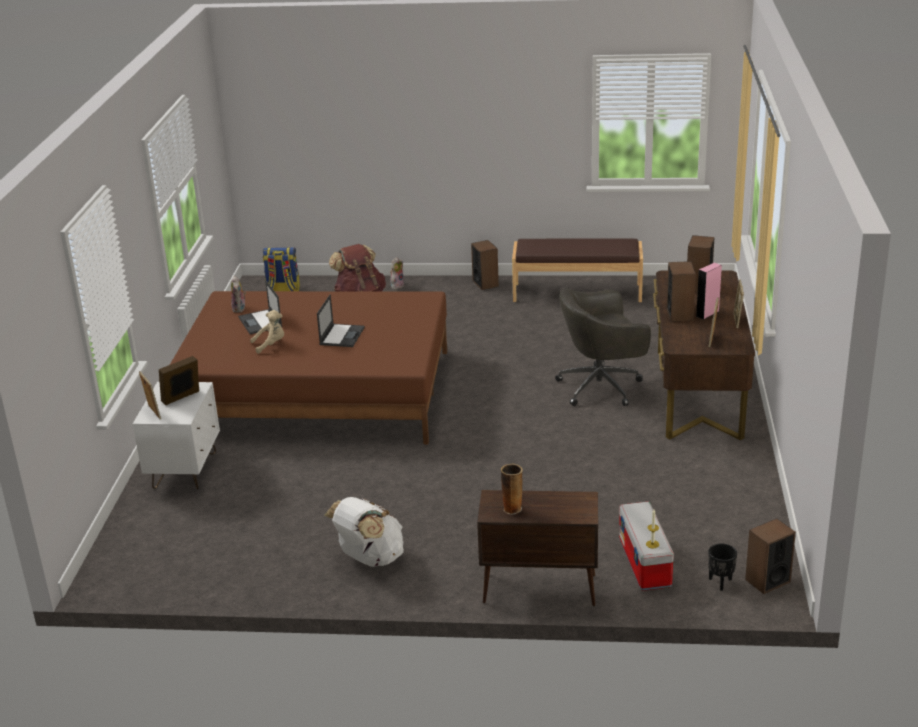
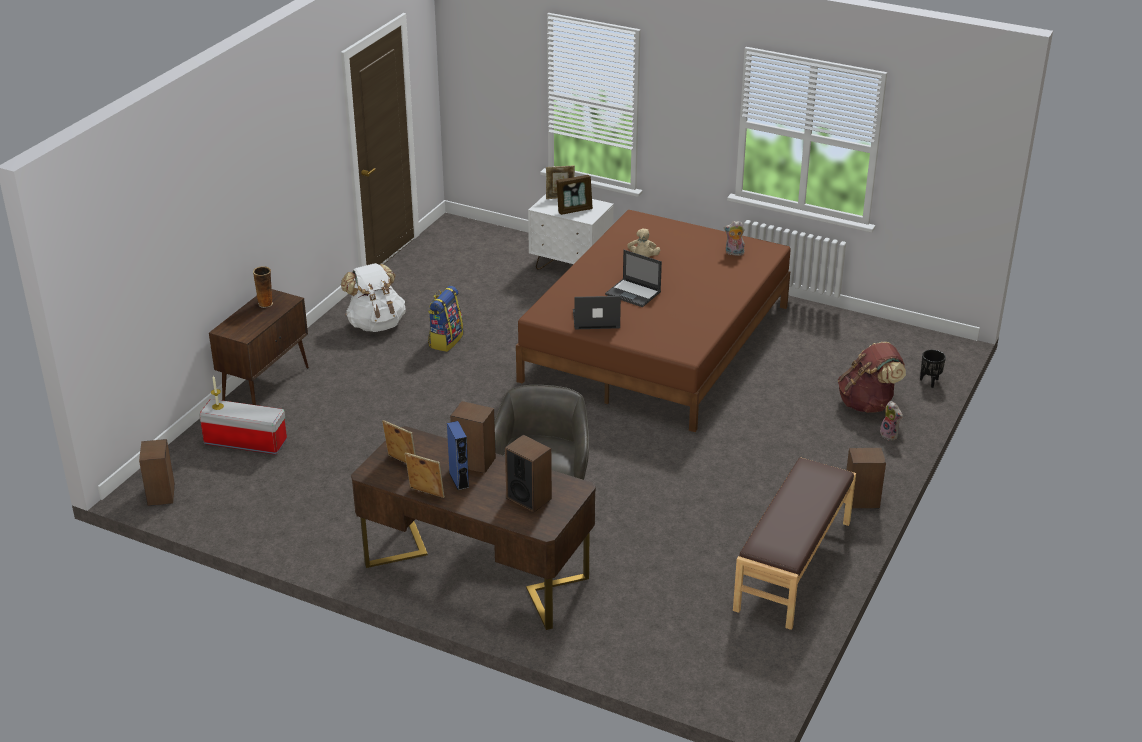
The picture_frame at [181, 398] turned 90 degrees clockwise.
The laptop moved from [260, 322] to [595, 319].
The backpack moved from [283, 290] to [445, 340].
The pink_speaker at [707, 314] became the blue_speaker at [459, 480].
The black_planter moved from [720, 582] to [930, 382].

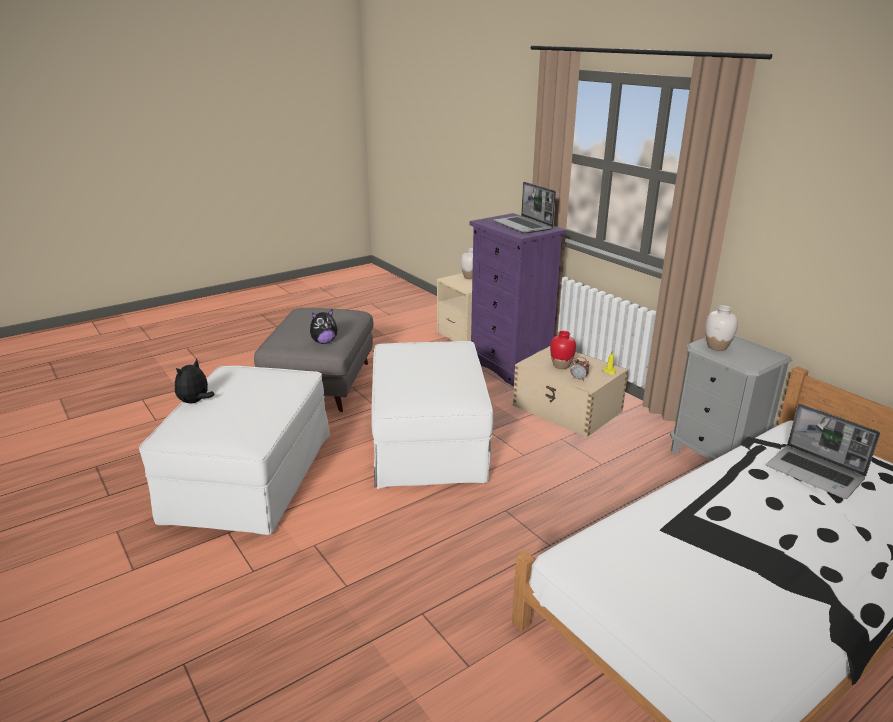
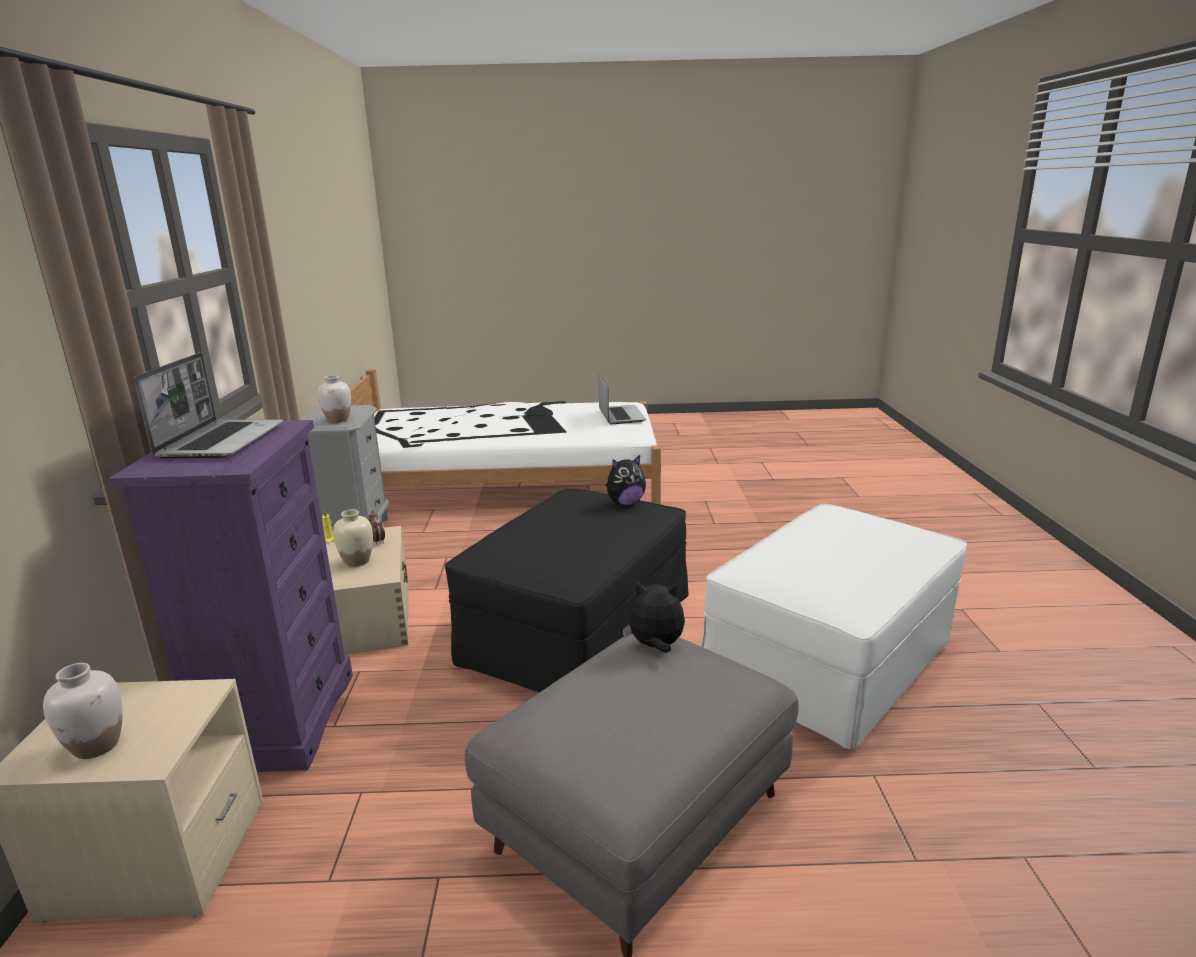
The plush_toy moved from [195, 402] to [625, 503].
The white_ottoman at [429, 443] became the black_ottoman at [576, 632].
The red_vase at [561, 365] became the beige_vase at [357, 561].
The laptop moved from [816, 473] to [620, 416].

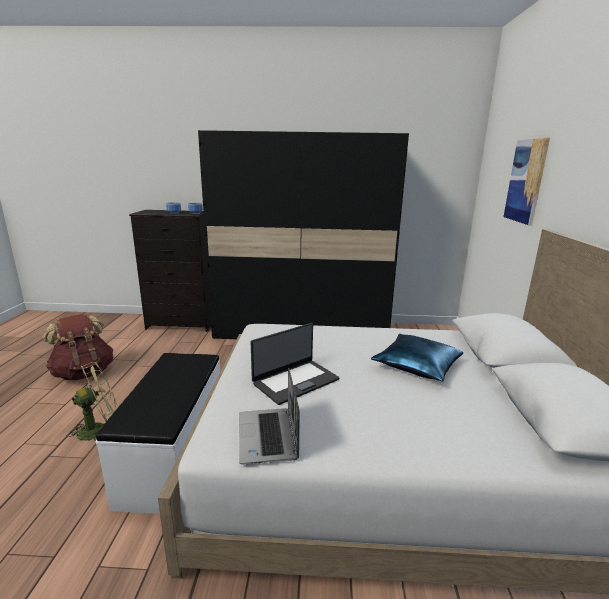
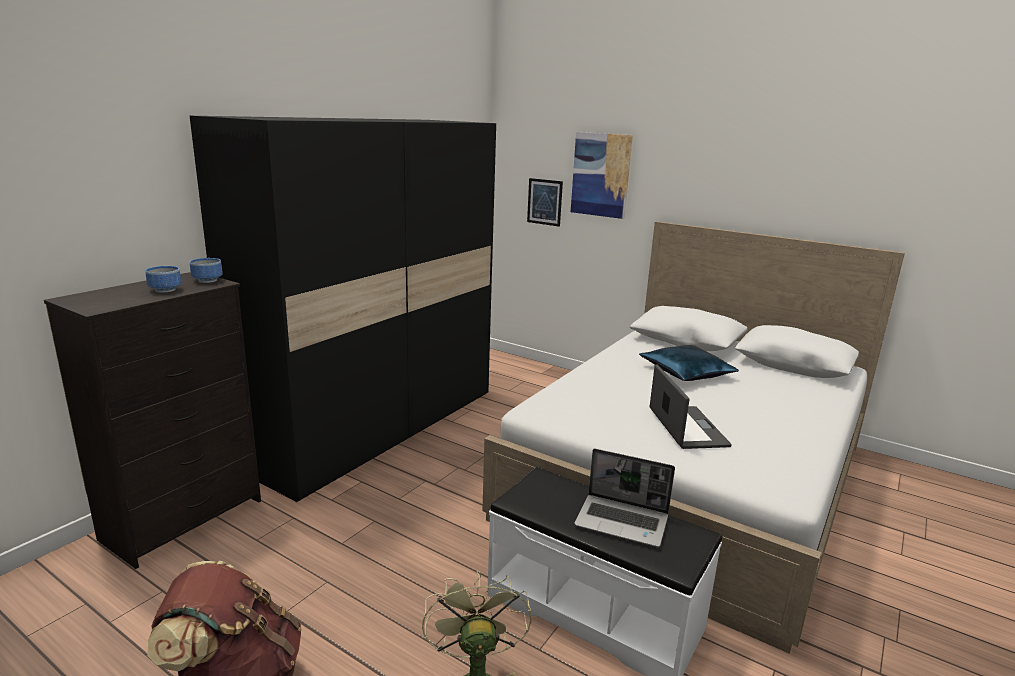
The laptop moved from [268, 437] to [623, 521].
The picture at [544, 202] appeared.

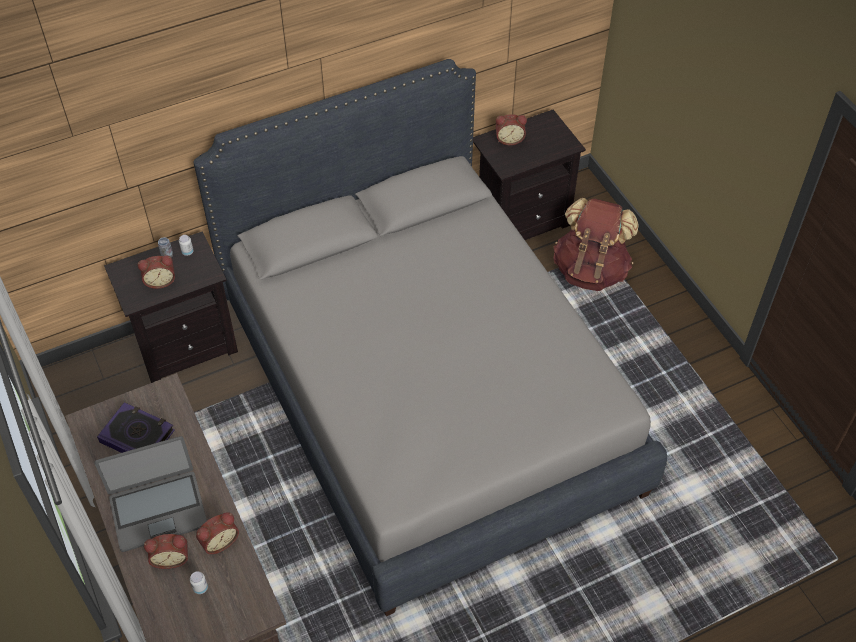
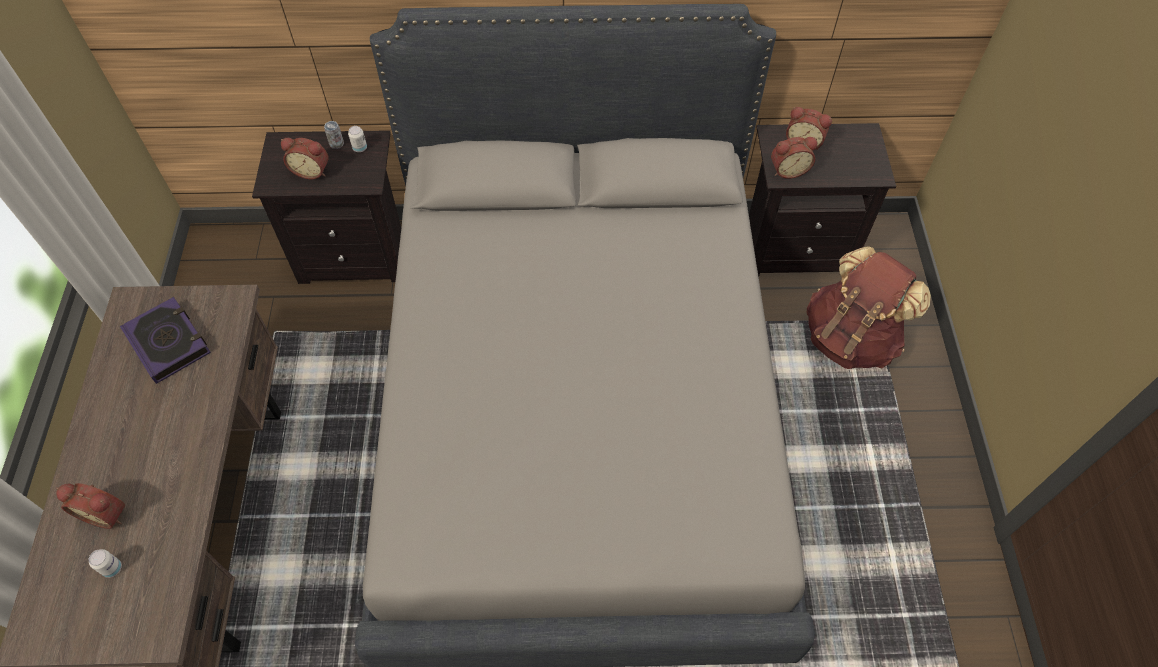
The laptop at [158, 510] disappeared.
The alarm_clock moved from [219, 541] to [788, 169].

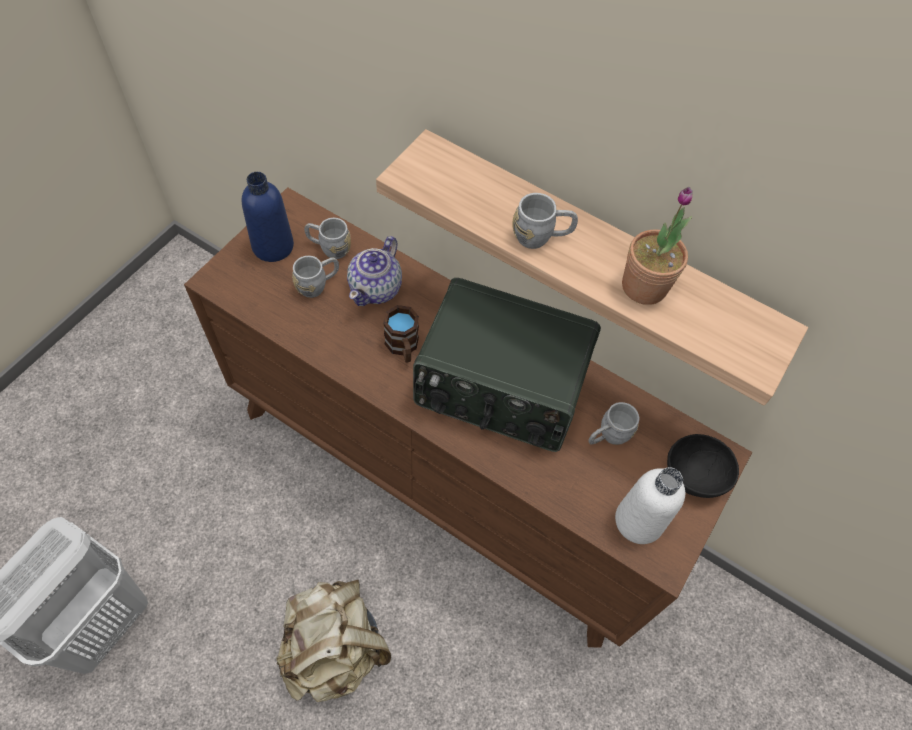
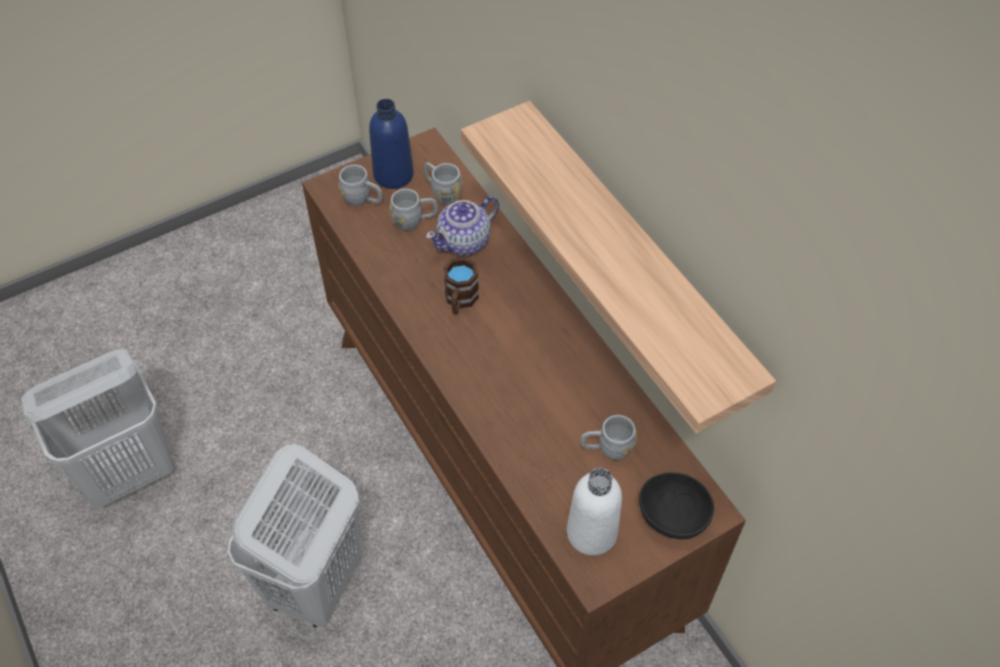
The beige_backpack at [335, 648] was replaced by the white_laundry_basket at [315, 584].
The radio at [500, 388] disappeared.
The grey_mug moved from [541, 237] to [363, 200].
The potted_plant at [644, 286] disappeared.

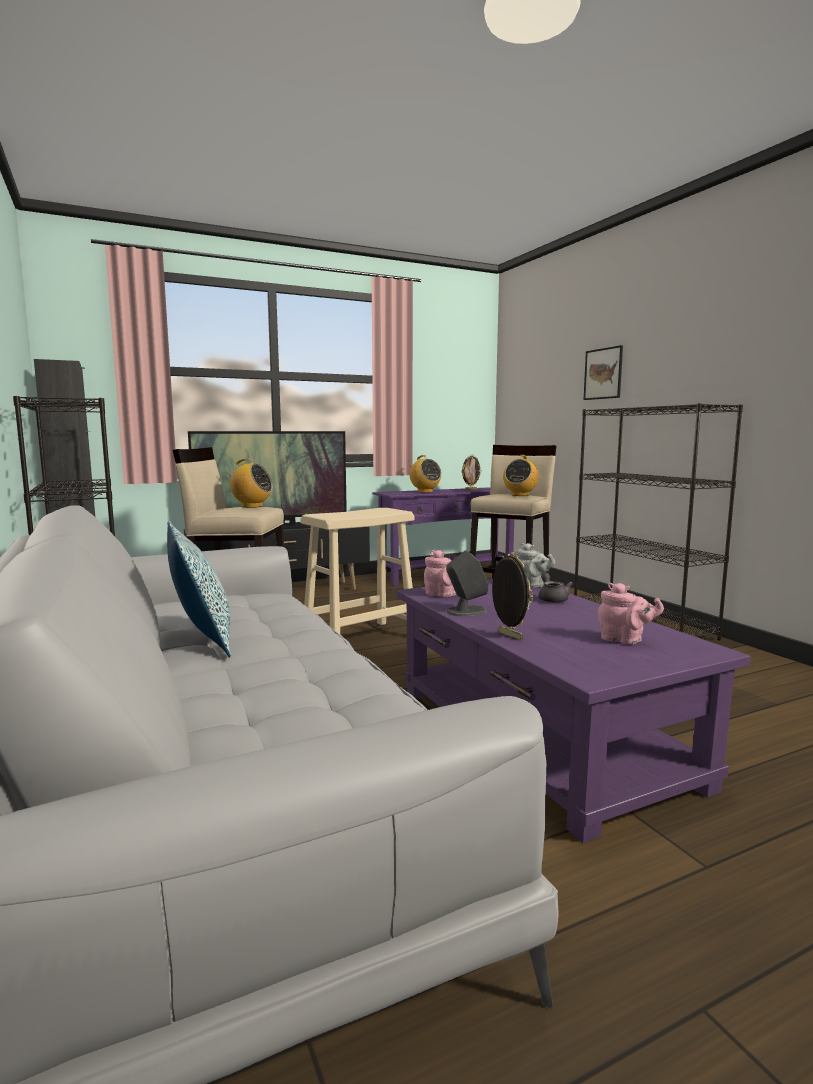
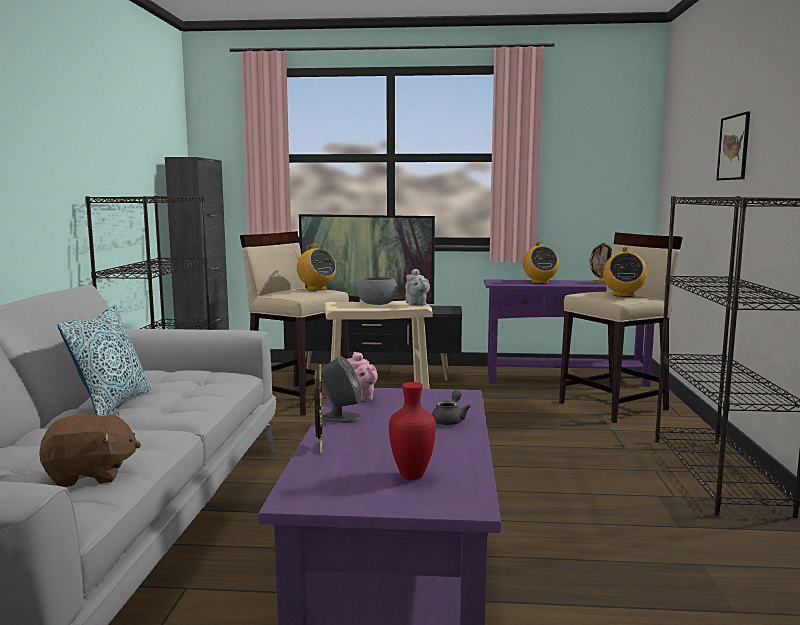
The radio at [520, 495] turned 45 degrees counterclockwise.
The grey_teapot moved from [531, 585] to [416, 304].
The pink_teapot at [624, 640] was replaced by the red_vase at [411, 475].
The brown_plush_toy at [90, 475] appeared.
The grey_bowl at [377, 304] appeared.

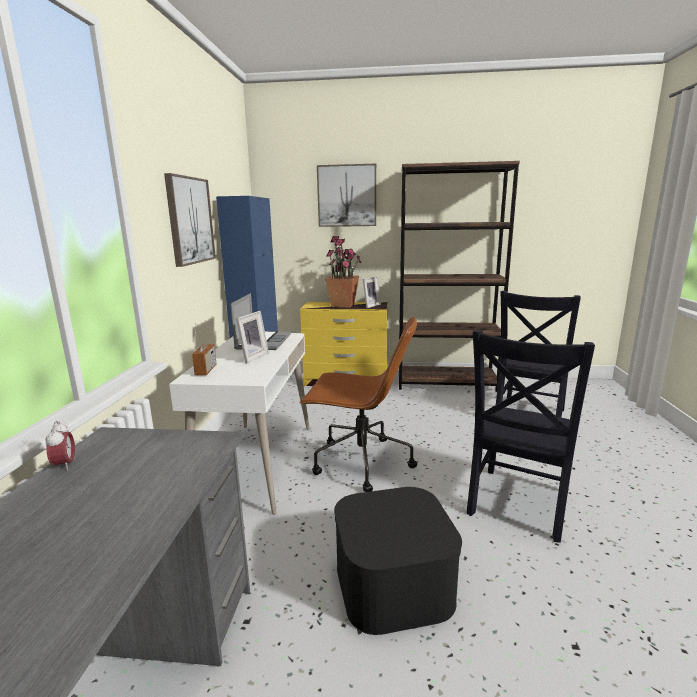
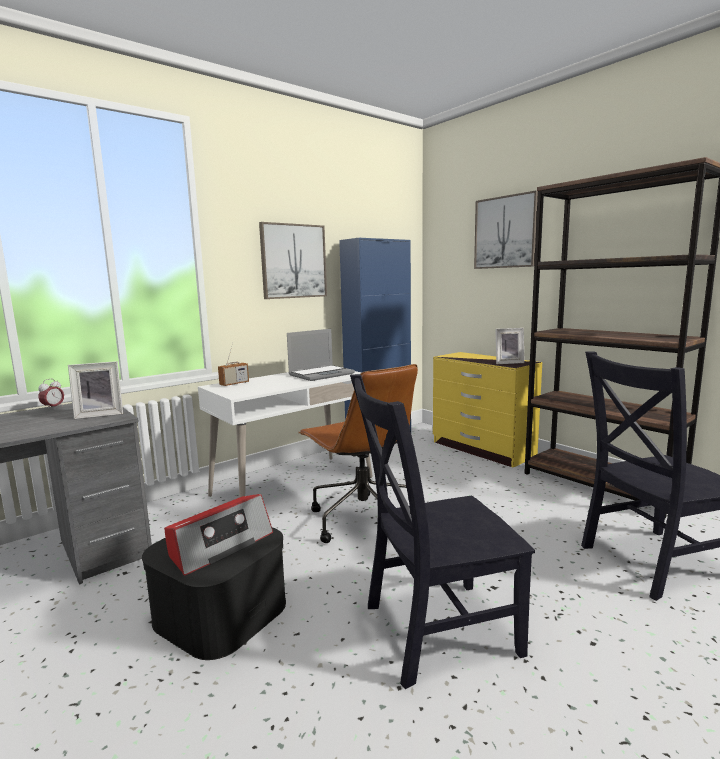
The picture_frame moved from [251, 357] to [100, 414].
The potted_plant at [343, 305] disappeared.
The radio at [220, 545] appeared.

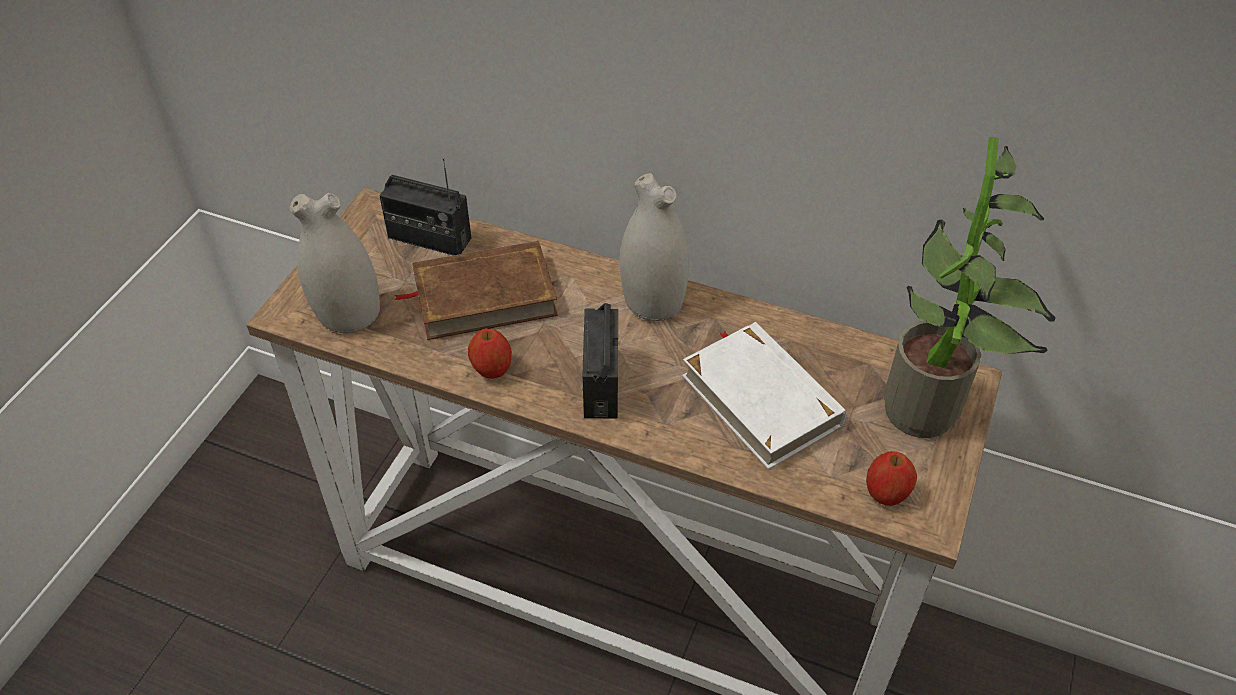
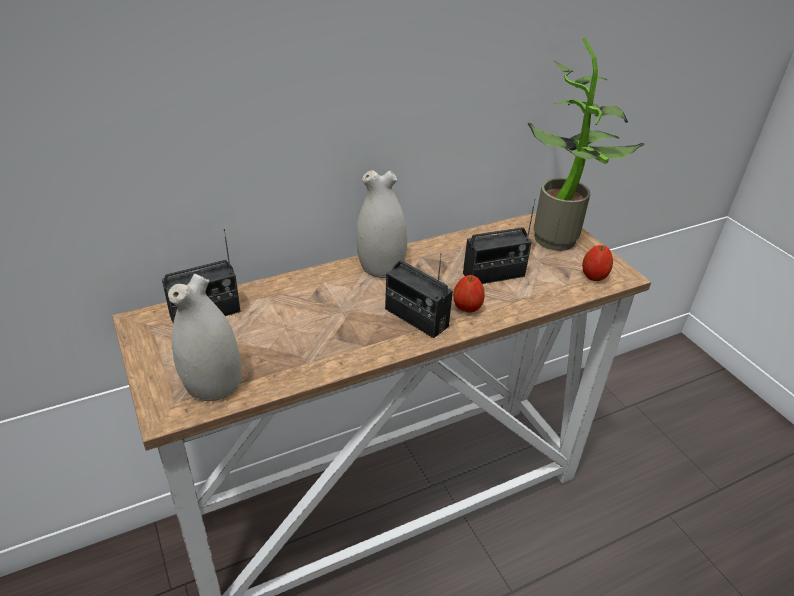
The brown_book at [484, 296] disappeared.
The apple moved from [492, 369] to [466, 308].
The white_book at [761, 399] was replaced by the radio at [494, 275].

